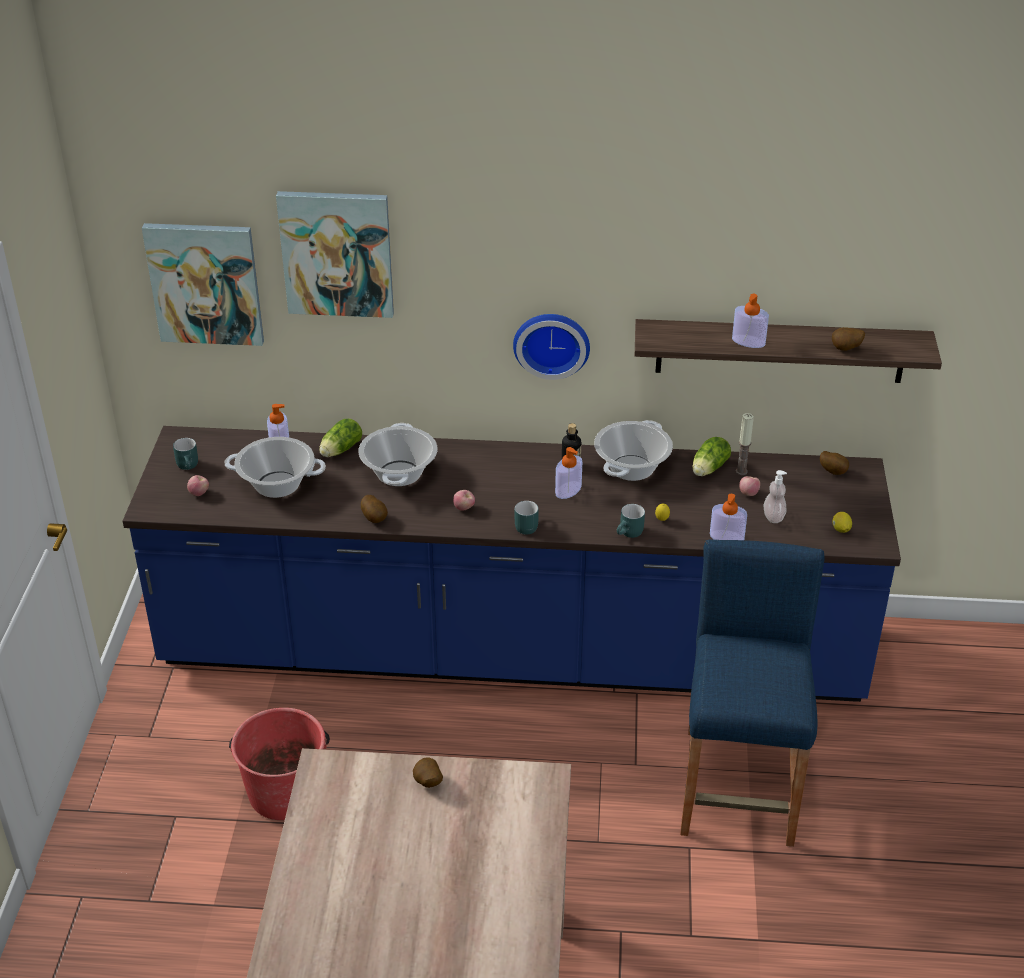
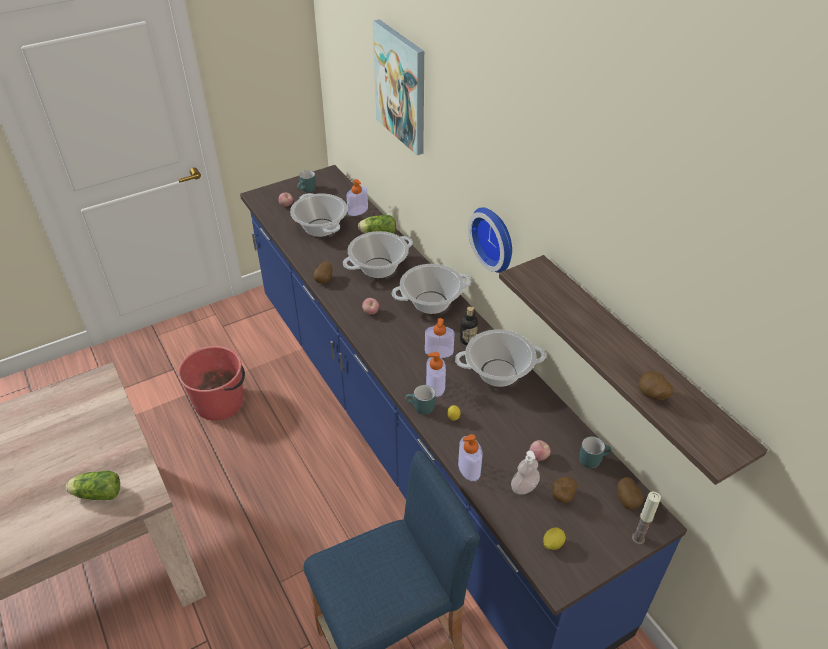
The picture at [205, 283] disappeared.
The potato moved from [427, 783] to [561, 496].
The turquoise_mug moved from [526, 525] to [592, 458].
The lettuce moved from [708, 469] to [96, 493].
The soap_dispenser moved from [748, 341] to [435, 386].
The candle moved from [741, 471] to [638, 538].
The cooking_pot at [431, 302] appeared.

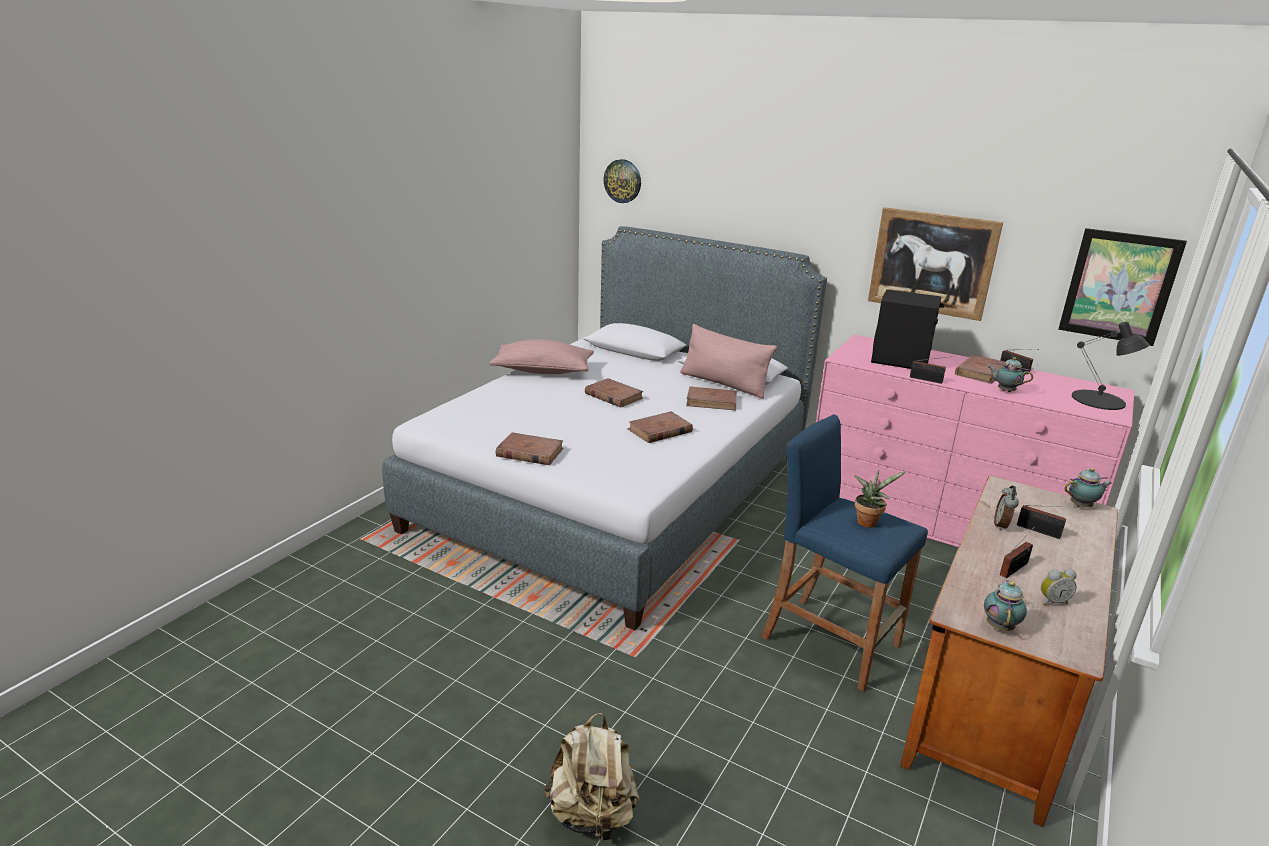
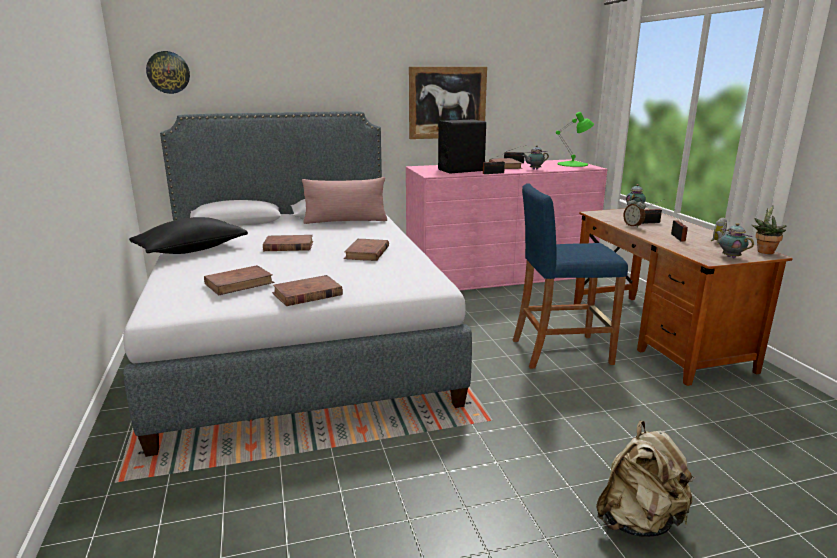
The pink_pillow at [543, 371] became the black_pillow at [191, 250].
The brown_book moved from [712, 401] to [239, 283].
The potted_plant moved from [868, 521] to [764, 251].
The picture at [1119, 286] disappeared.
The black_table_lamp at [1099, 400] became the green_table_lamp at [573, 164].

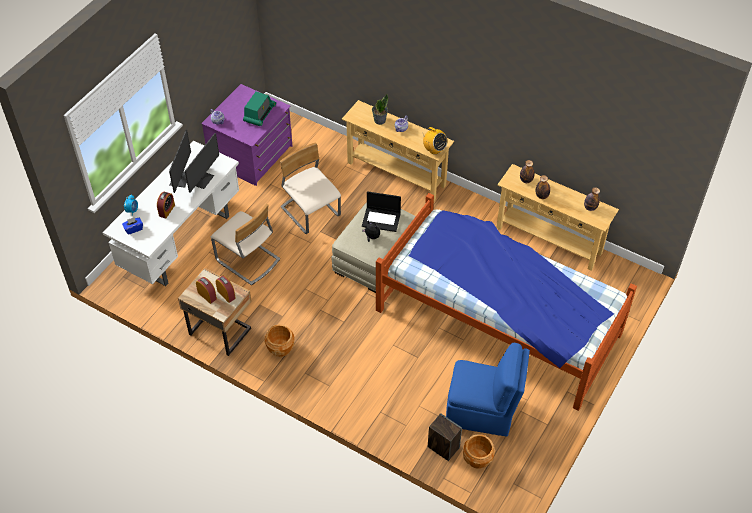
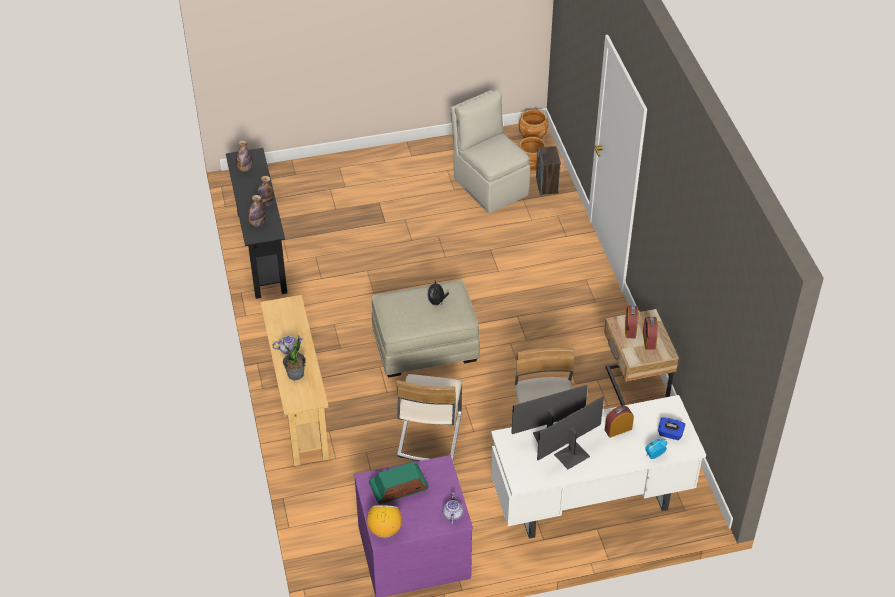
The brown_planter moved from [280, 348] to [532, 136].
The laptop at [381, 219] disappeared.
The bed at [498, 321] disappeared.
The radio moved from [434, 150] to [385, 531].
The blue_chair at [482, 411] became the beige_chair at [489, 185].
The beige_console_table at [549, 240] became the black_console_table at [261, 252].

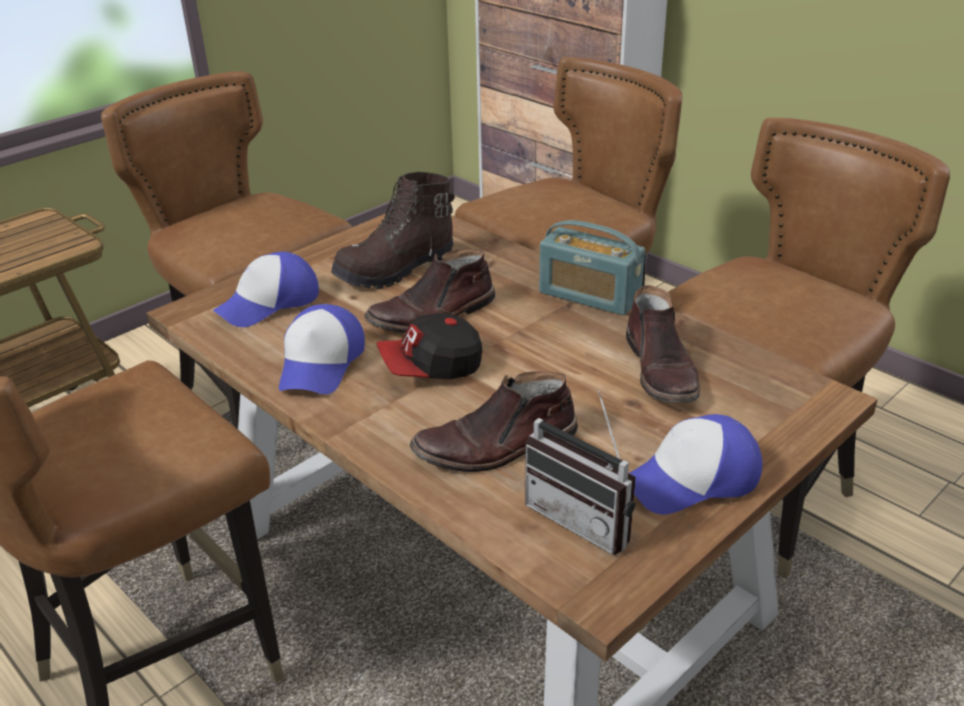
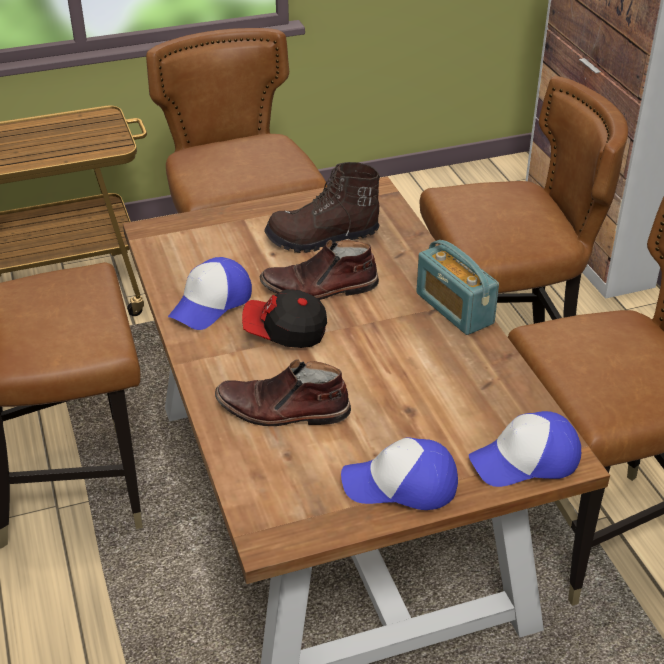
The cap moved from [269, 303] to [526, 460].
The radio at [586, 518] disappeared.
The brown_boot at [662, 370] disappeared.

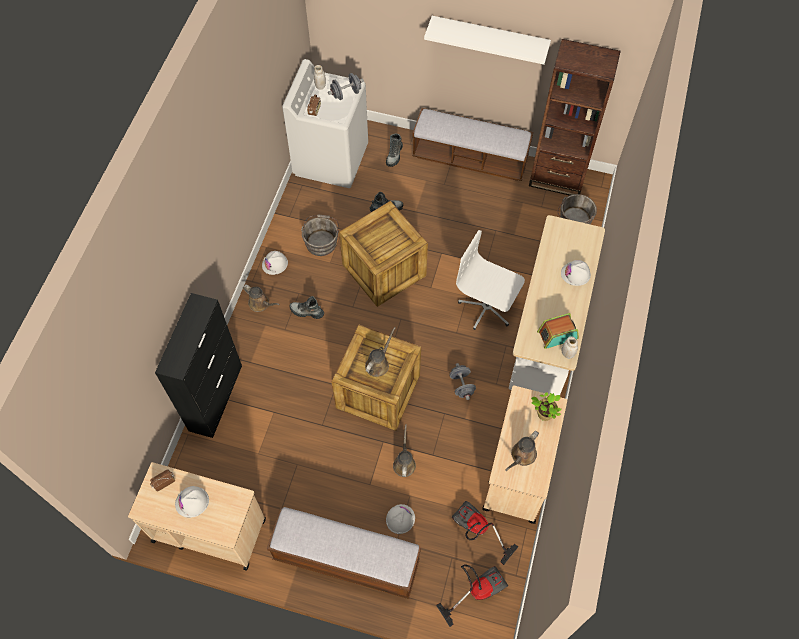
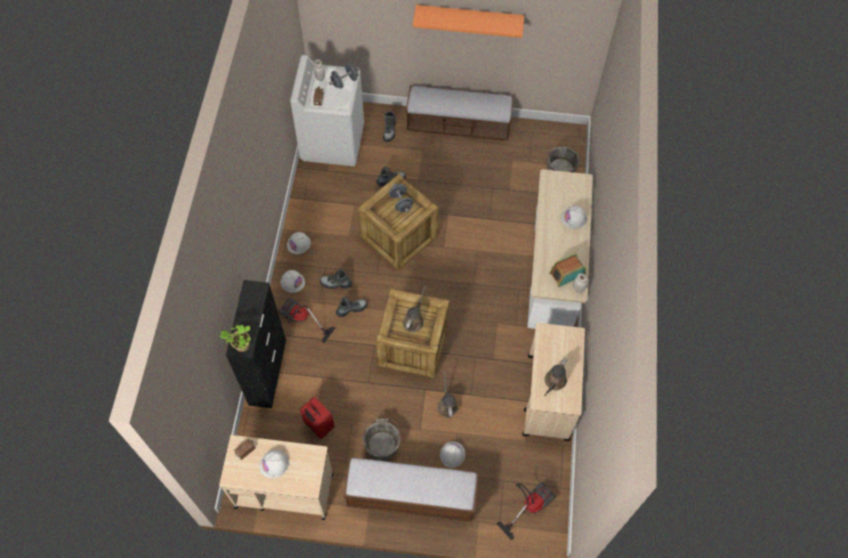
The brown_watering_can at [260, 304] was replaced by the white_hard_hat at [292, 282].
The grey_bucket moved from [321, 241] to [382, 443].
The white_shelf at [489, 37] became the orange_shelf at [469, 18].
The grey_dumbbell moved from [461, 385] to [401, 203].
The vacuum_cleaner moved from [477, 531] to [301, 321].
The white_office_chair at [486, 308] disappeared.
The brown_bookcase at [557, 178] disappeared.
The potted_plant moved from [543, 414] to [241, 345].
The red_suitcase at [318, 426] appeared.
The boot at [351, 309] appeared.

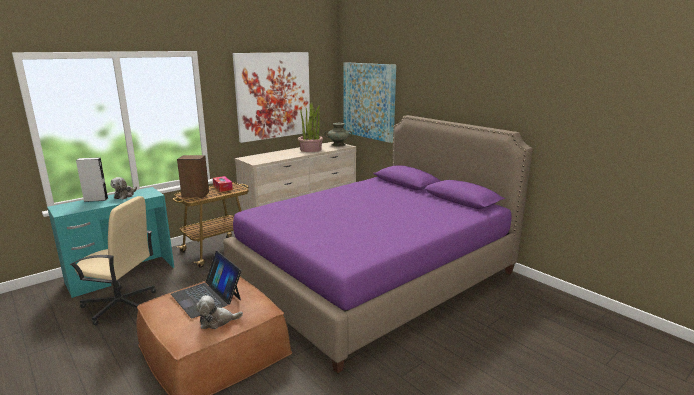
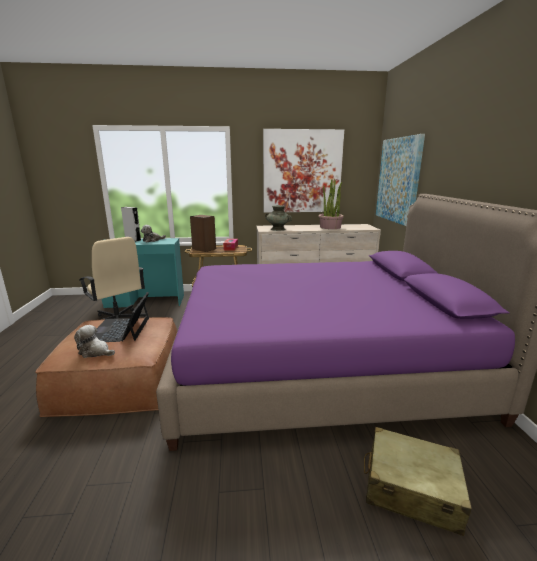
The turquoise_vase moved from [338, 145] to [278, 229].
The beige_suitcase at [410, 488] appeared.

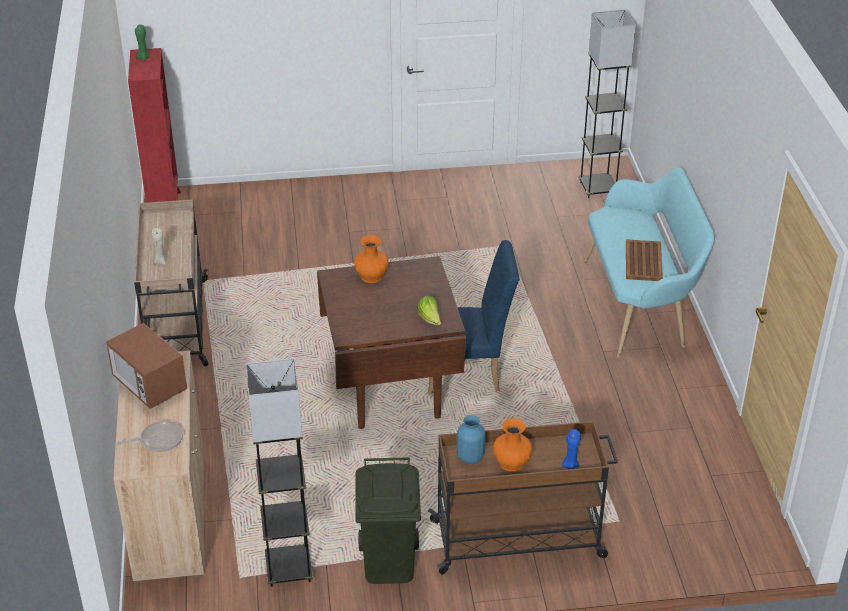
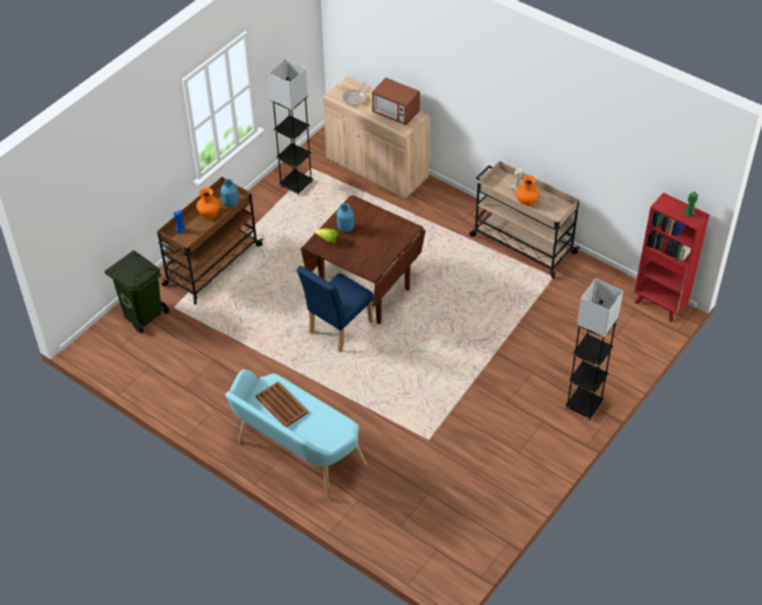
The microwave at [149, 385] turned 150 degrees counterclockwise.
The orange_vase moved from [371, 275] to [527, 201].
The green_trash_can moved from [388, 563] to [143, 314].
The black_floor_lamp moved from [598, 188] to [584, 405].
The blue_vase at [346, 228] appeared.

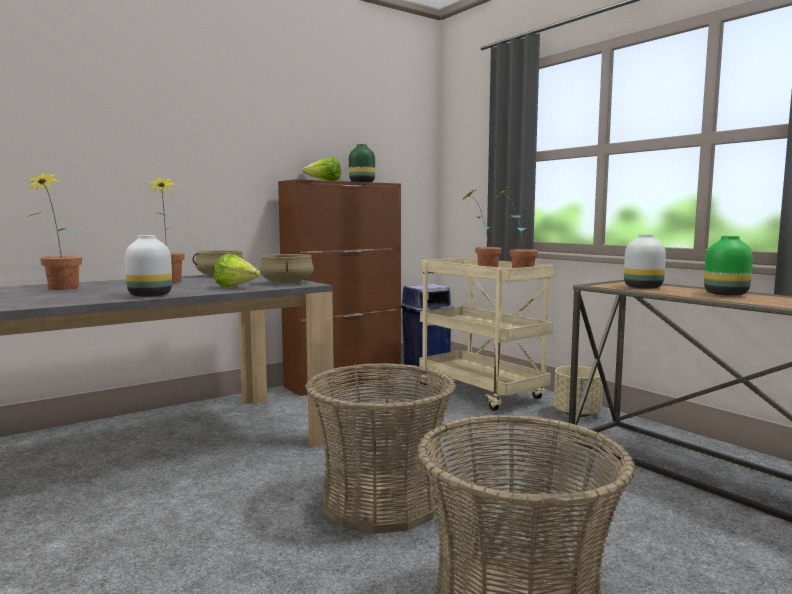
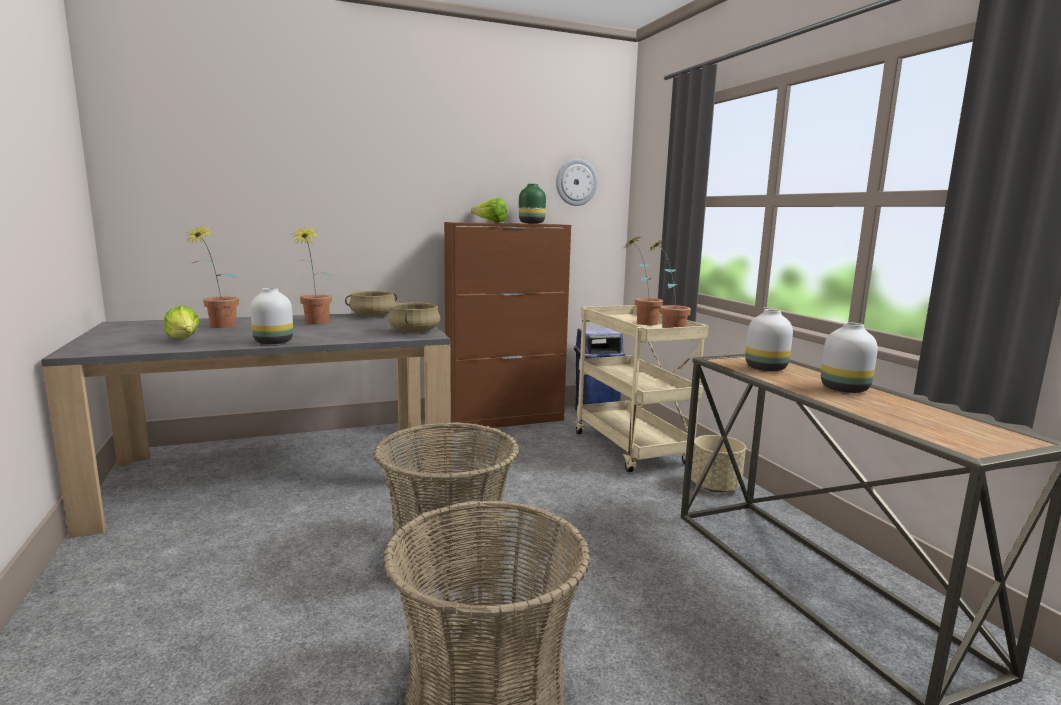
The lettuce moved from [237, 287] to [184, 340].
The green_vase at [727, 294] became the white_vase at [846, 389].
The wall_clock at [576, 182] appeared.

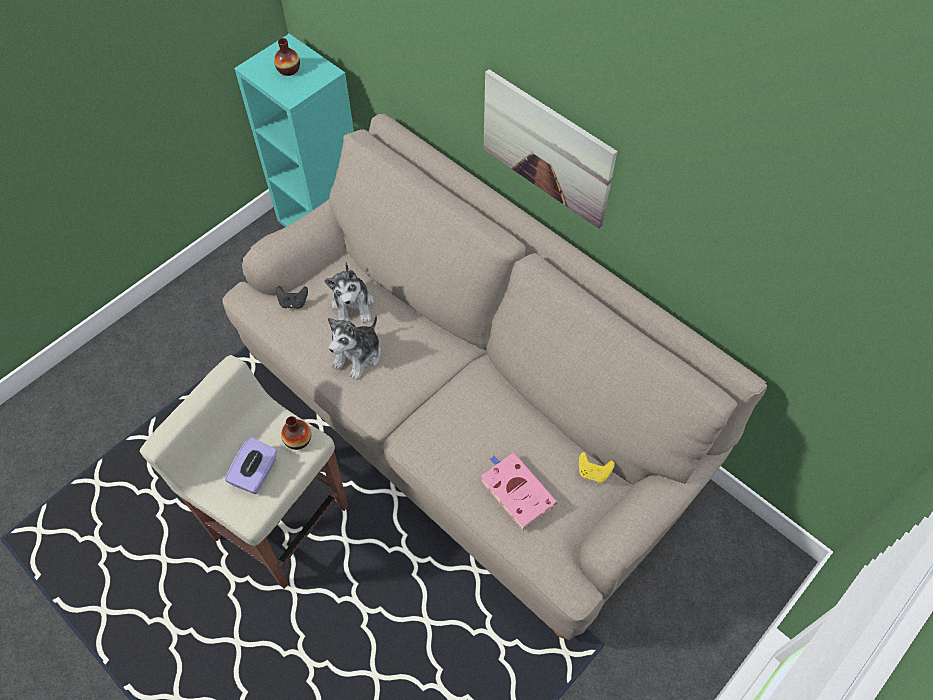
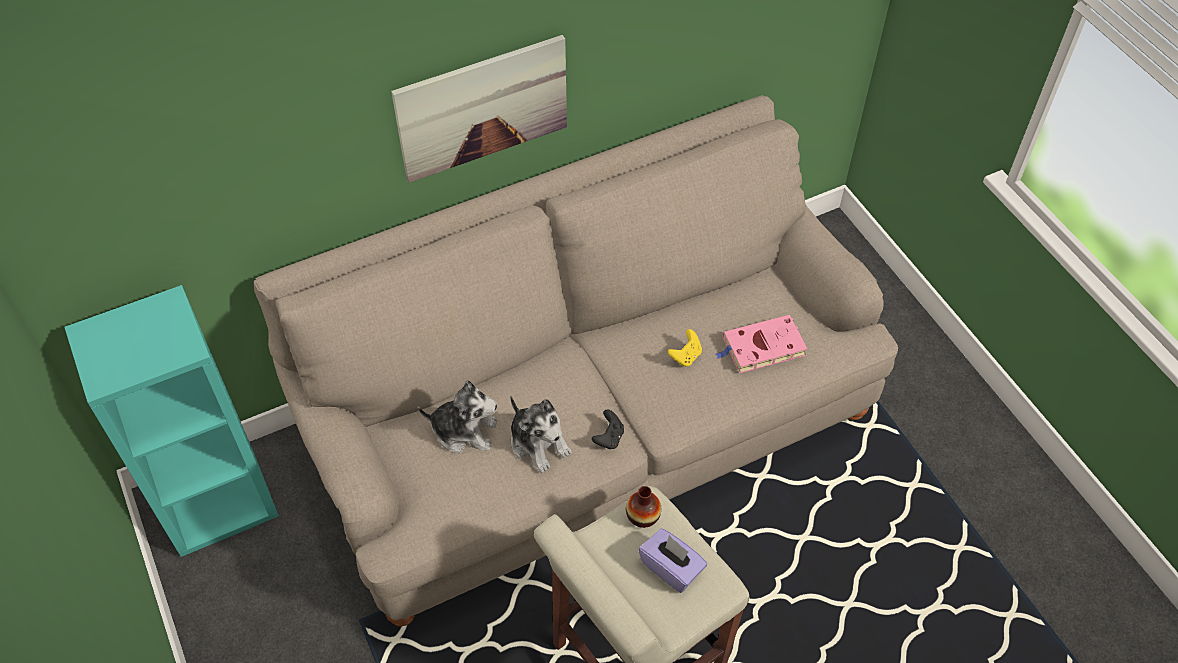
The vase at [288, 69] disappeared.
The black_game_controller moved from [293, 302] to [609, 438].
The yellow_game_controller moved from [593, 472] to [685, 356].

